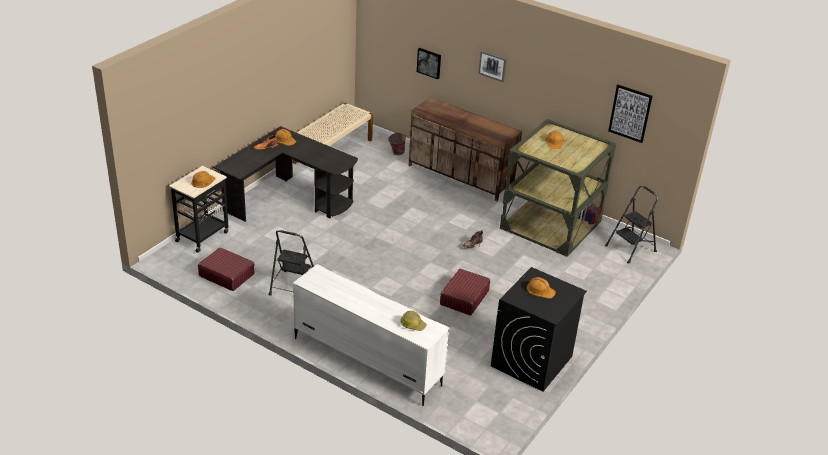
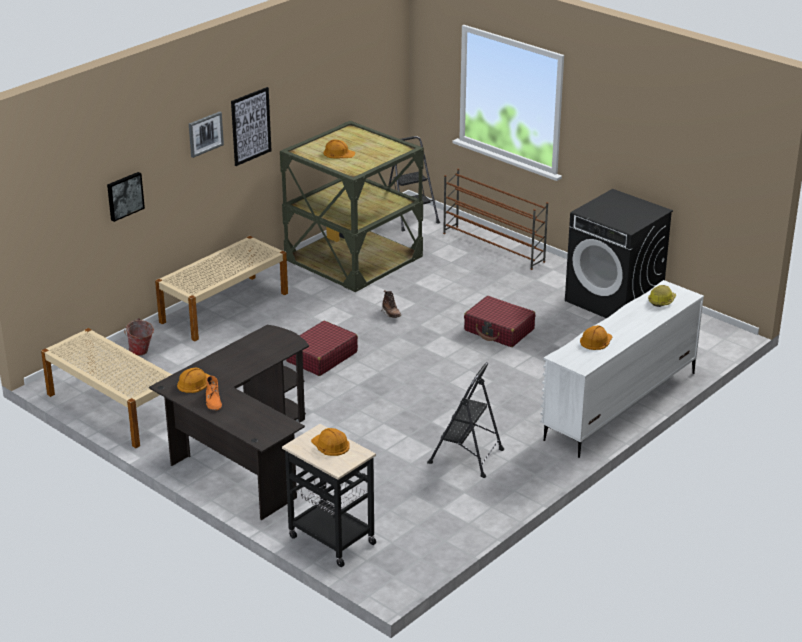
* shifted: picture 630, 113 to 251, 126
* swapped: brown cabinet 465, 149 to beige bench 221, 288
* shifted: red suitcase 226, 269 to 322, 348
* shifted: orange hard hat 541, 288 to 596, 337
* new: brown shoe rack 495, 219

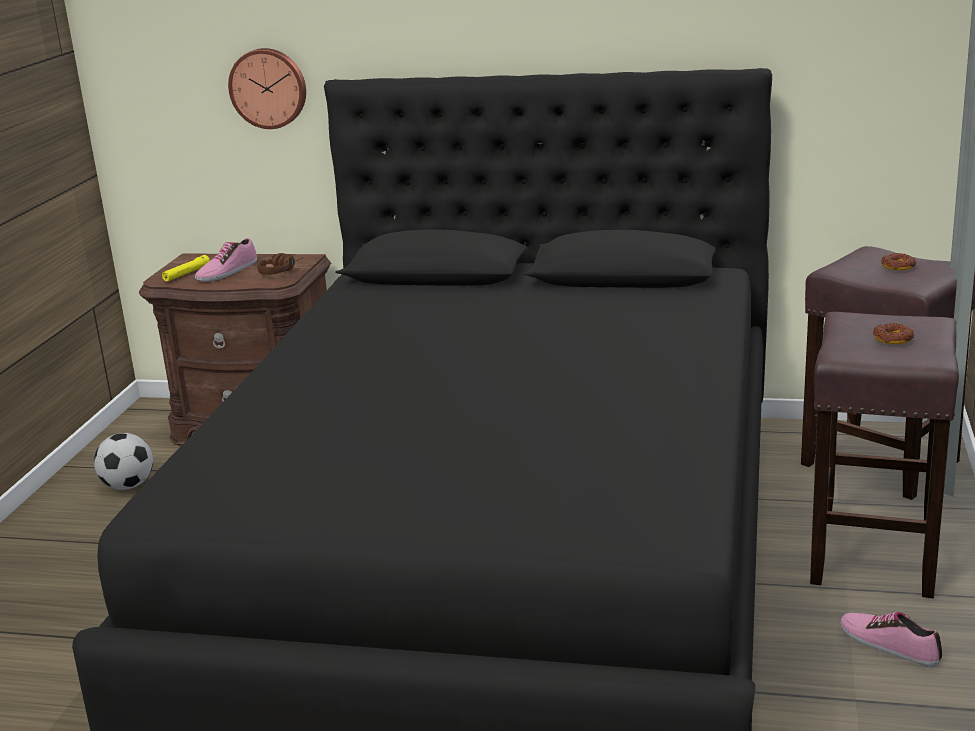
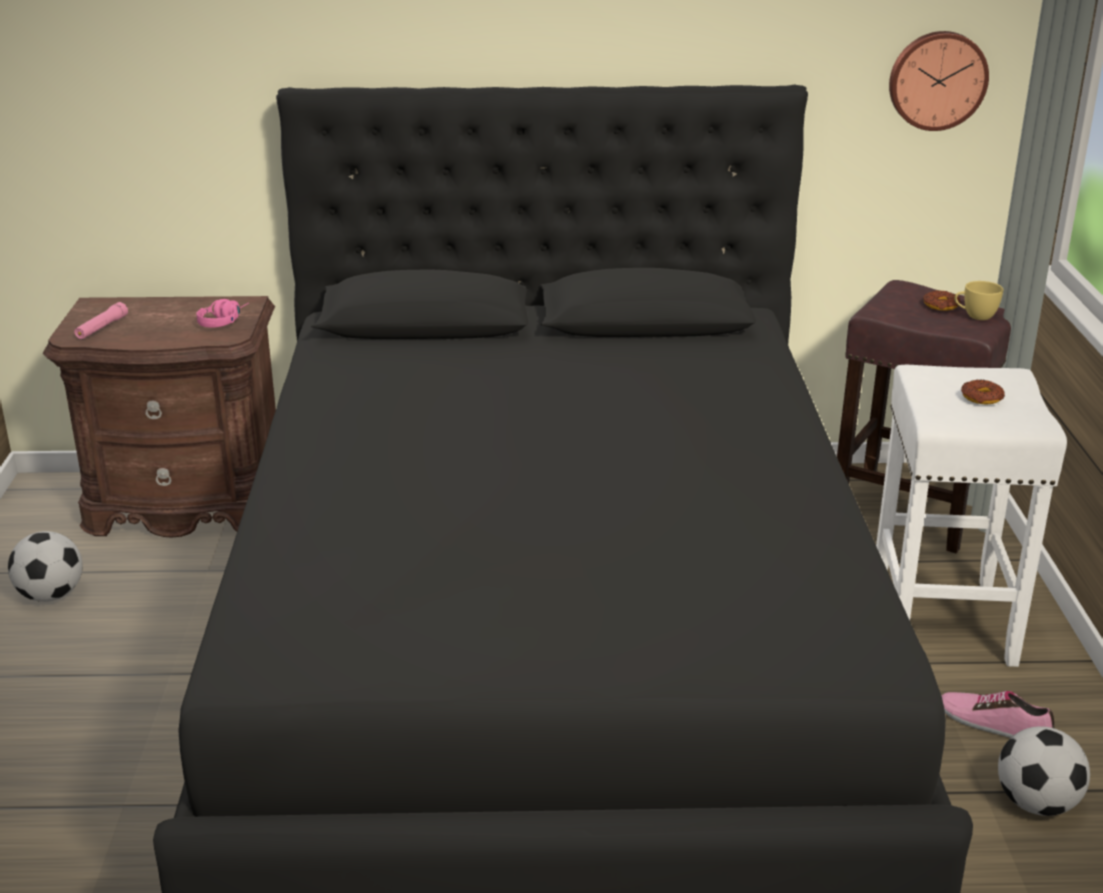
* shifted: wall clock 267, 88 to 939, 81
* gone: shoe 226, 260
* repainted: brown headphones 280, 264 to pink headphones 222, 313
* repainted: yellow flashlight 186, 268 to pink flashlight 101, 320
* repainted: brown stool 884, 455 to white stool 971, 516
* new: yellow cup 978, 300
* new: football 1044, 771

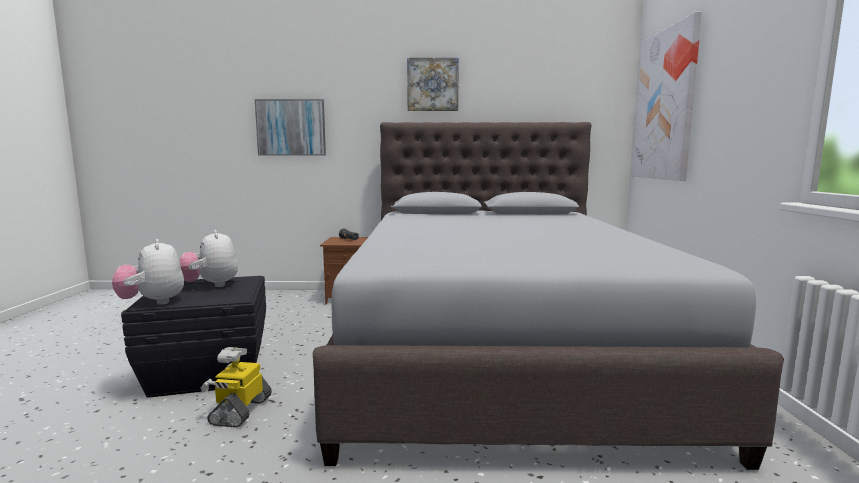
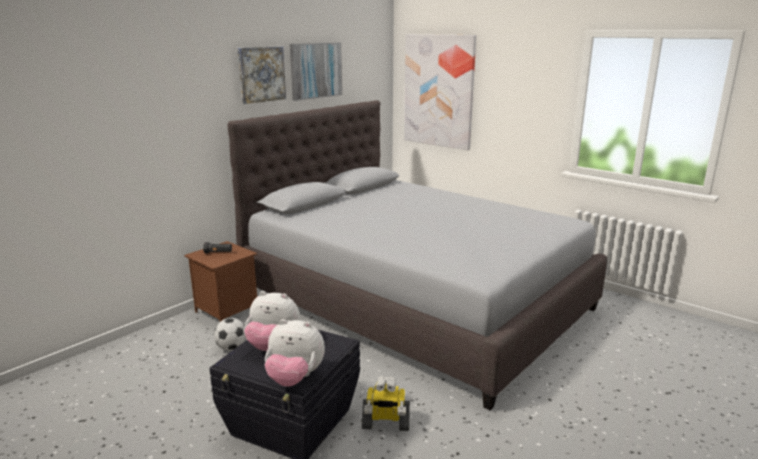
* shifted: picture 290, 127 to 316, 72
* rotated: toy robot 236, 387 = 386, 403 45 degrees counterclockwise
* new: football 230, 334

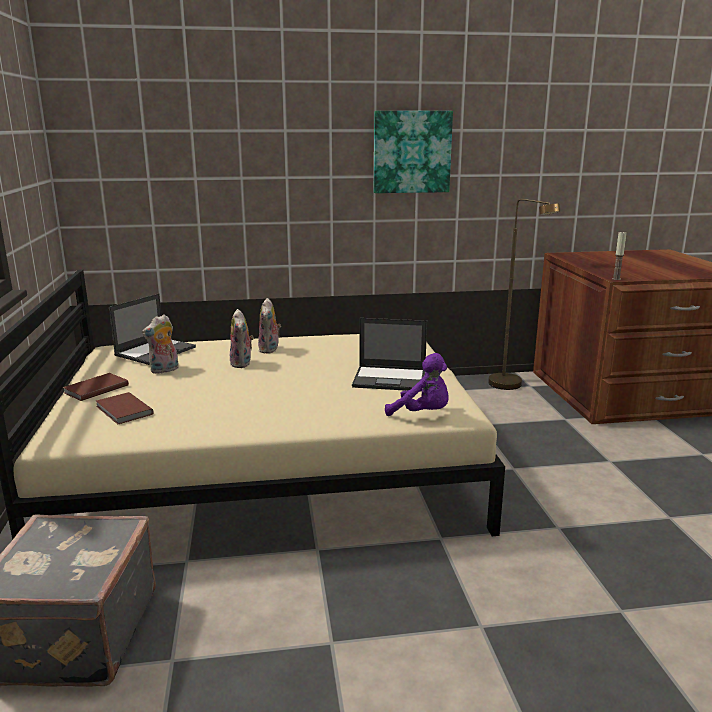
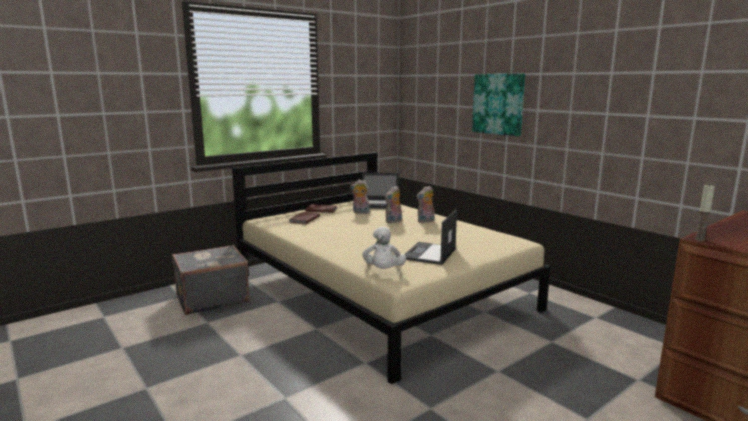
* shifted: picture 413, 152 to 498, 104
* gone: brown floor lamp 524, 294
* rotated: laptop 389, 354 = 430, 237 45 degrees clockwise
* repainted: purple plush toy 417, 384 to white plush toy 384, 248

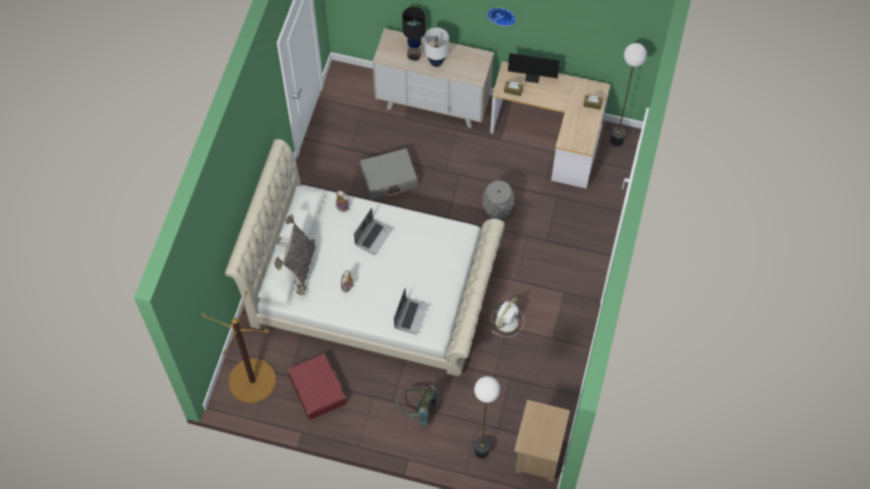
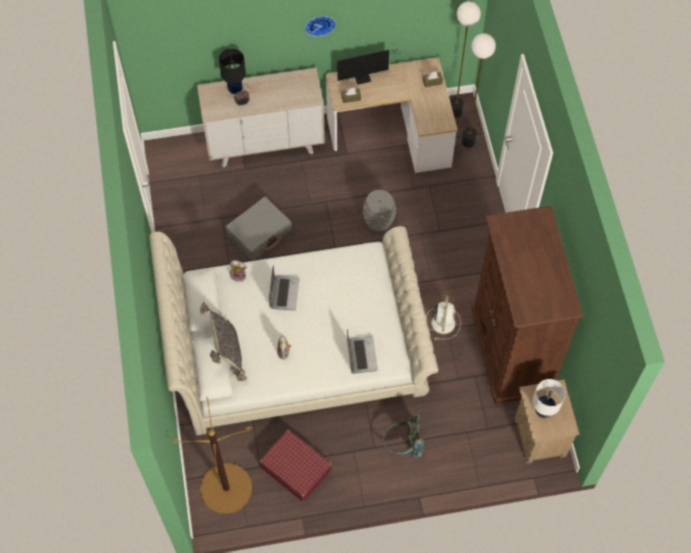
* shifted: white table lamp 436, 47 to 548, 398
* shifted: floor lamp 487, 417 to 478, 90
* new: brown wardrobe 527, 305

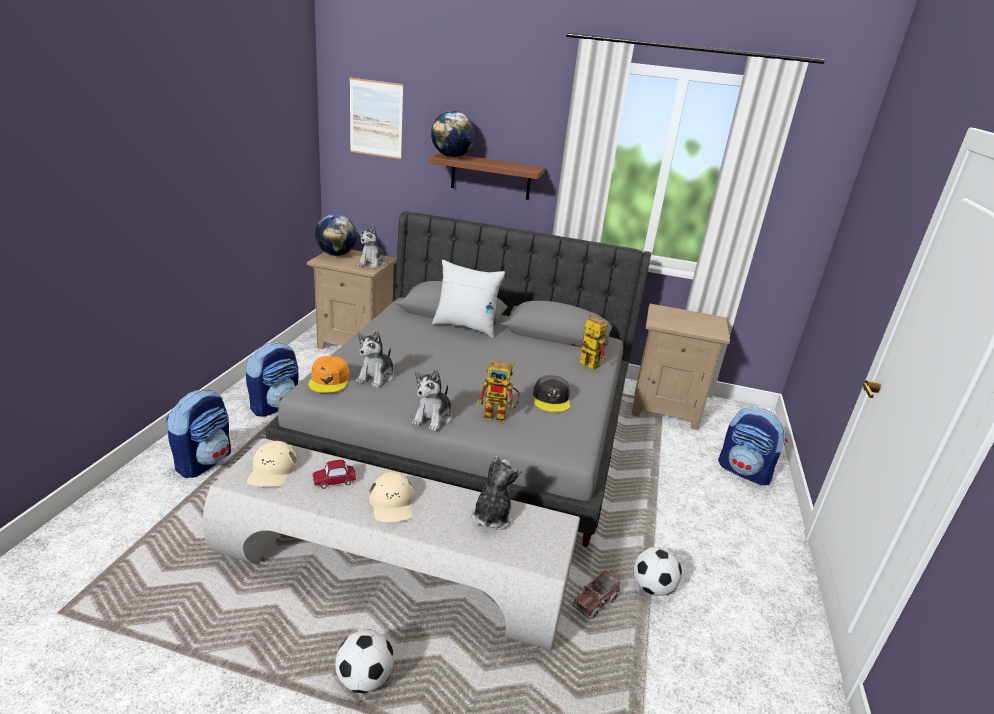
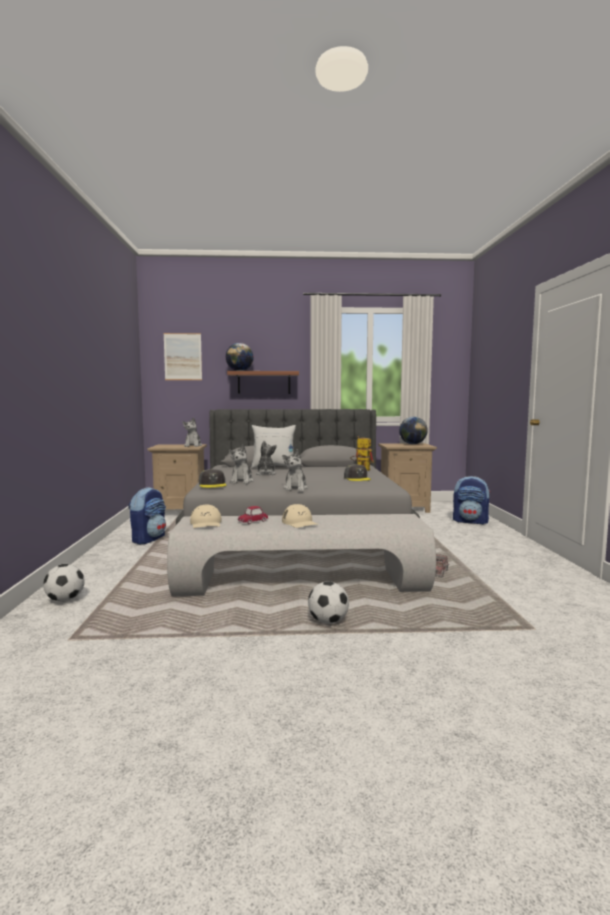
* shifted: globe 336, 235 to 413, 430
* repainted: orange cap 329, 374 to grey cap 212, 478
* gone: toy robot 499, 391
* gone: backpack 198, 433
* shifted: plush toy 496, 493 to 266, 458
* shifted: football 657, 571 to 63, 583

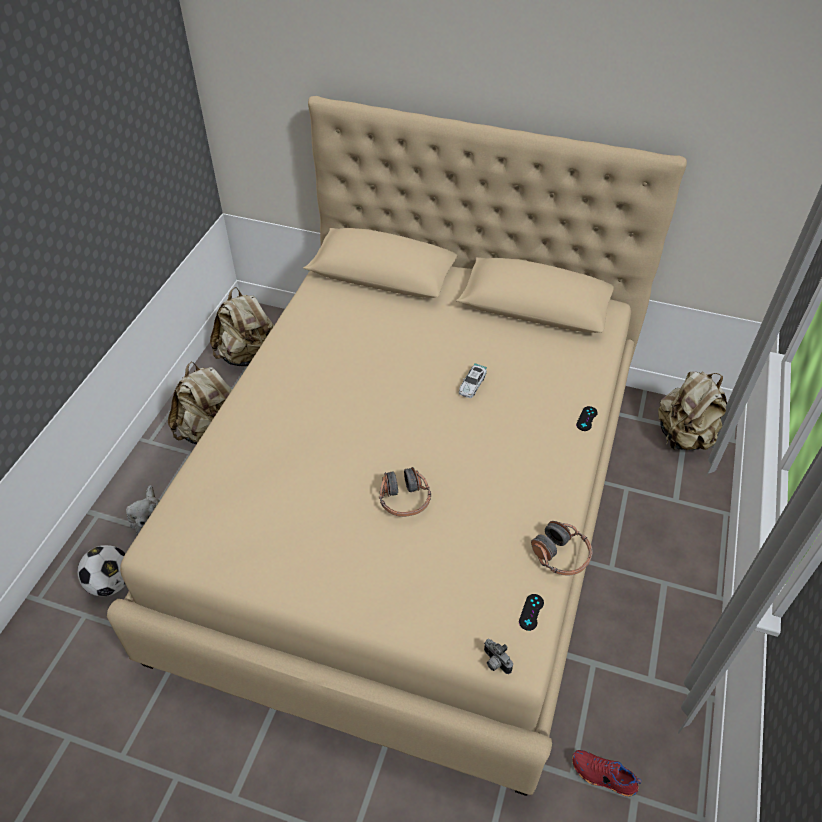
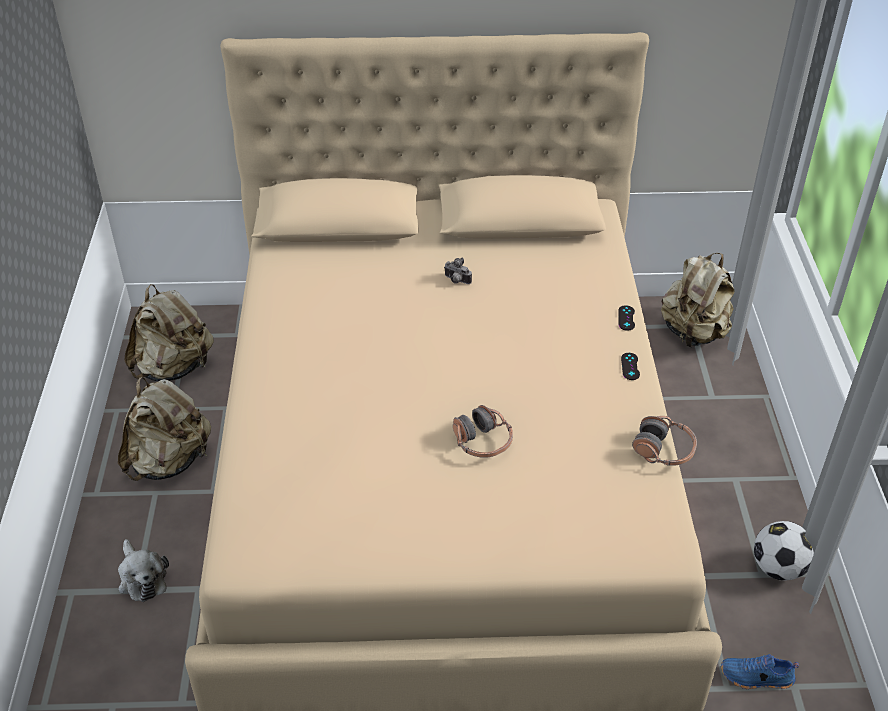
* gone: toy car 473, 380
* shifted: football 101, 570 to 784, 551
* shifted: black game controller 531, 612 to 630, 366
* shifted: photo camera 498, 656 to 458, 271
* repainted: red shoe 607, 773 to blue shoe 760, 671

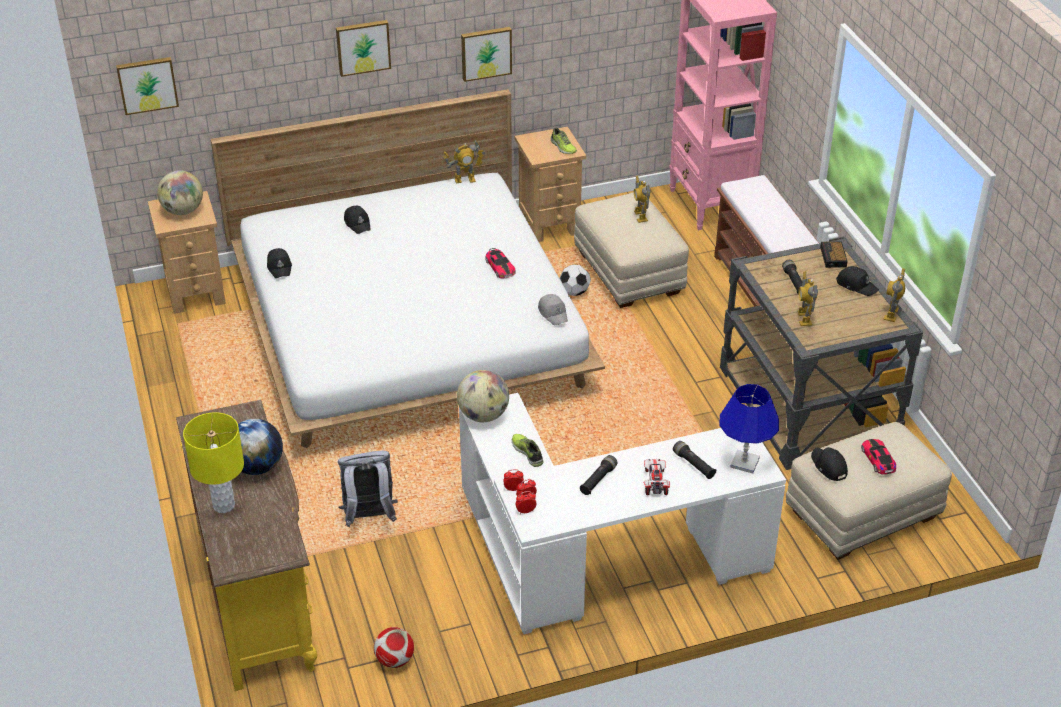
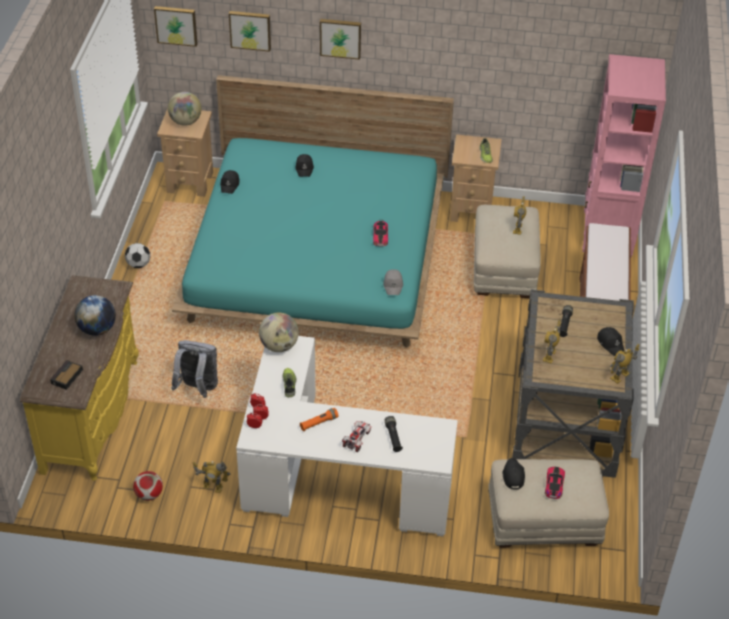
* shifted: picture 486, 54 to 250, 31
* repainted: white bed 408, 268 to turquoise bed 313, 211
* shifted: toy robot 464, 161 to 211, 477
* shifted: alarm clock 834, 254 to 66, 375
* shifted: football 575, 280 to 137, 255
* gone: blue table lamp 749, 428
* gone: yellow table lamp 213, 462
* repainted: black flashlight 599, 475 to orange flashlight 319, 419

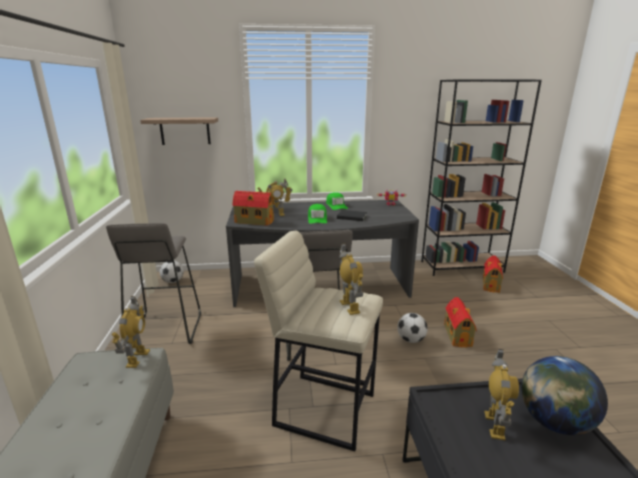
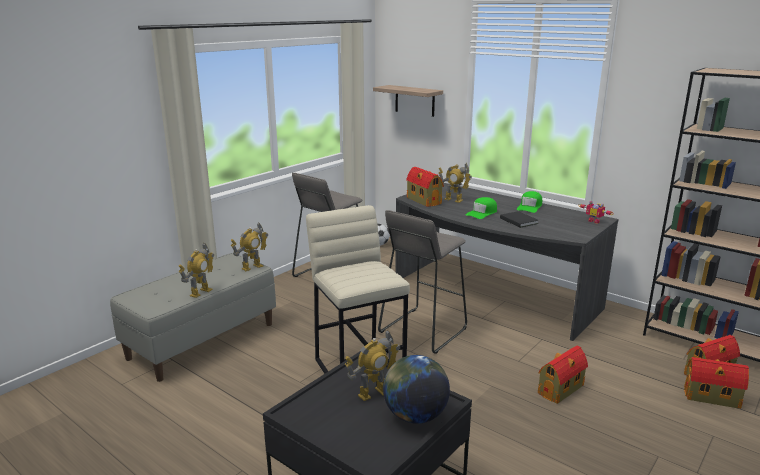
* shifted: toy robot 351, 279 to 196, 270
* gone: football 412, 328
* new: toy house 716, 383

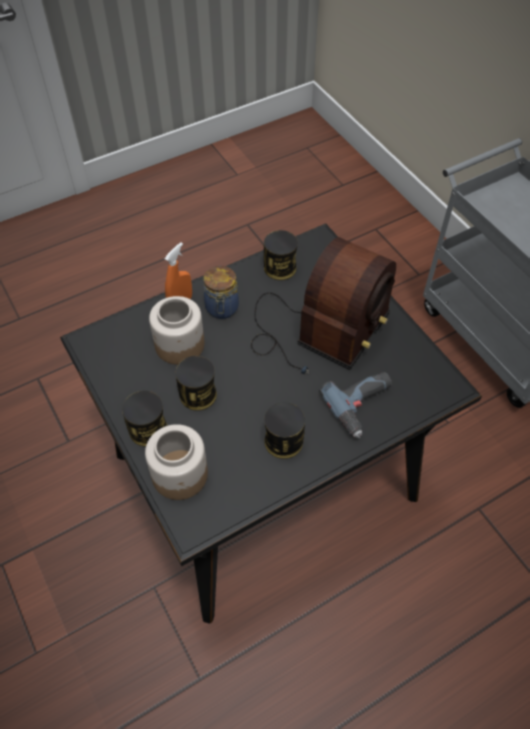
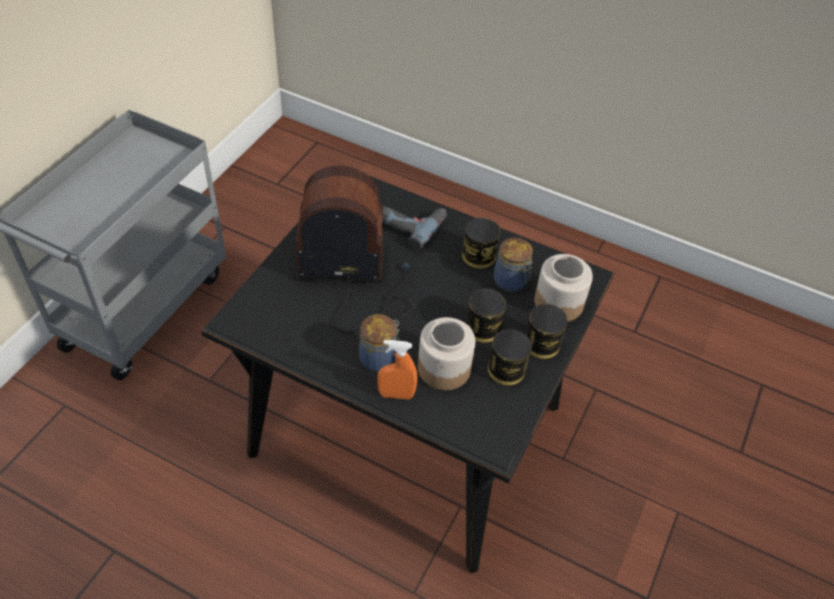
* shifted: can 281, 255 to 510, 357
* new: jar 513, 265

